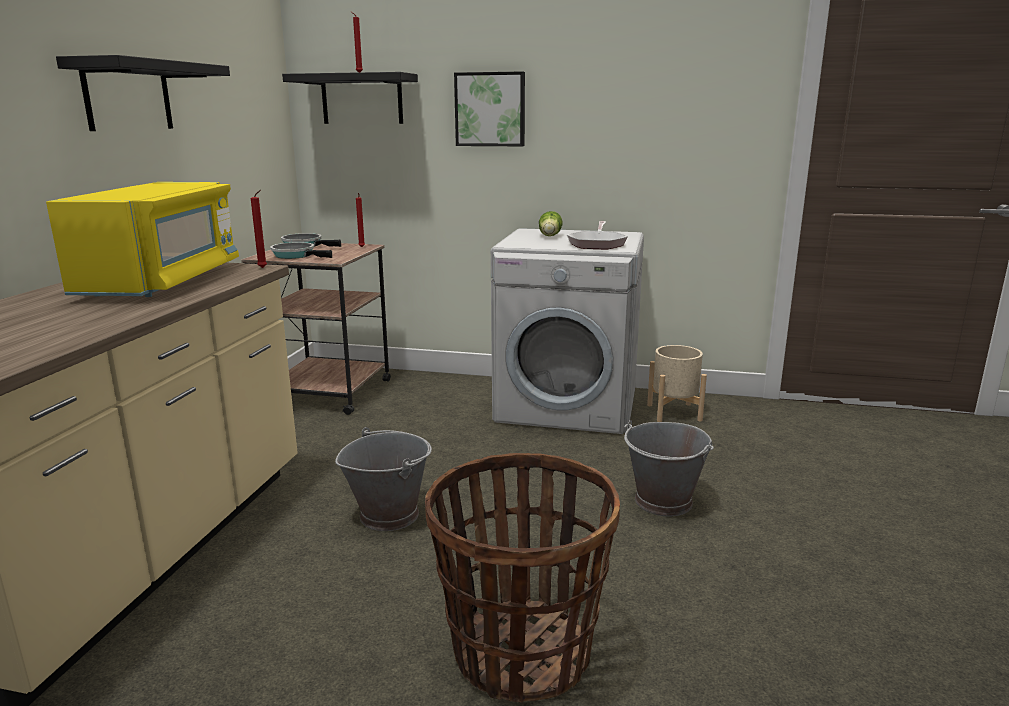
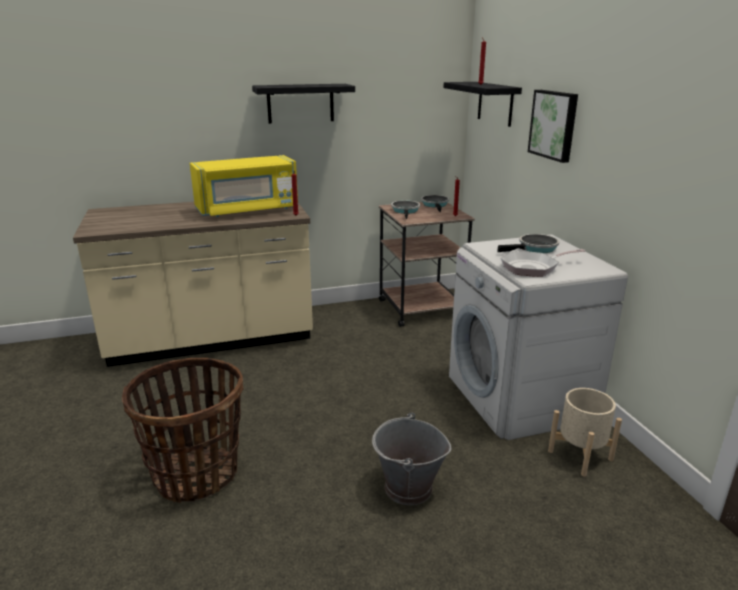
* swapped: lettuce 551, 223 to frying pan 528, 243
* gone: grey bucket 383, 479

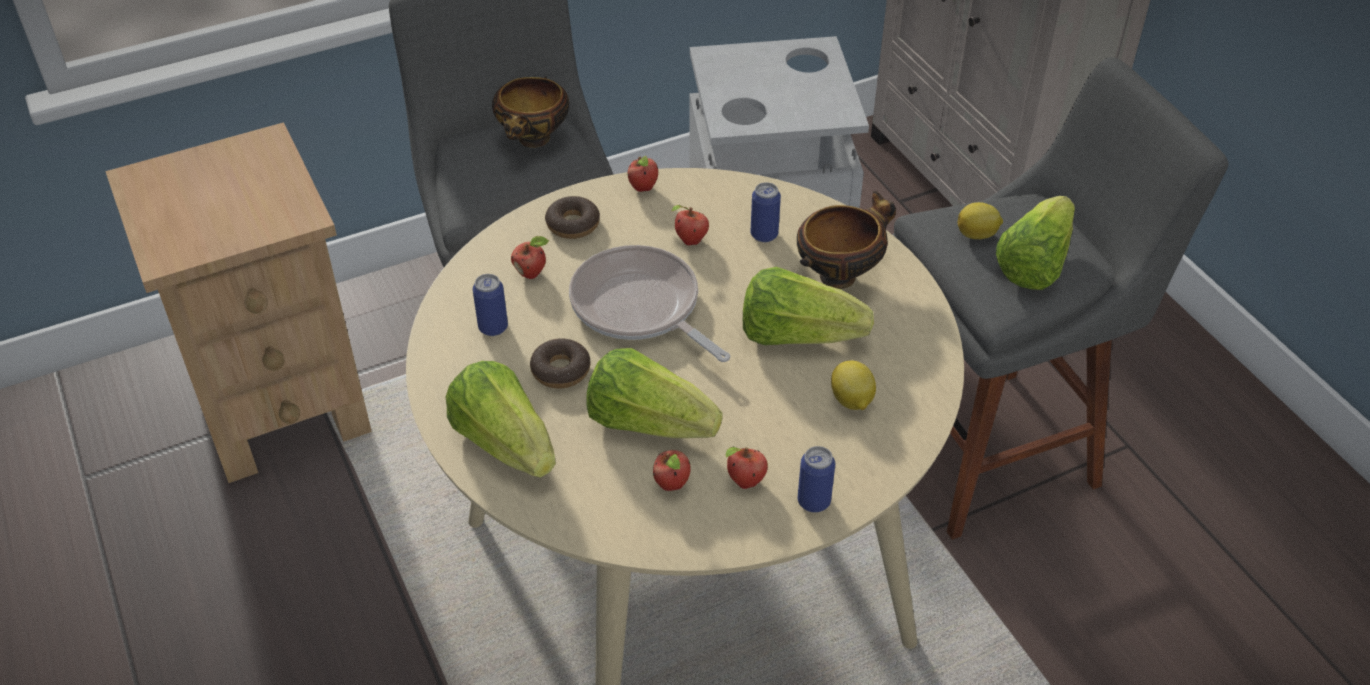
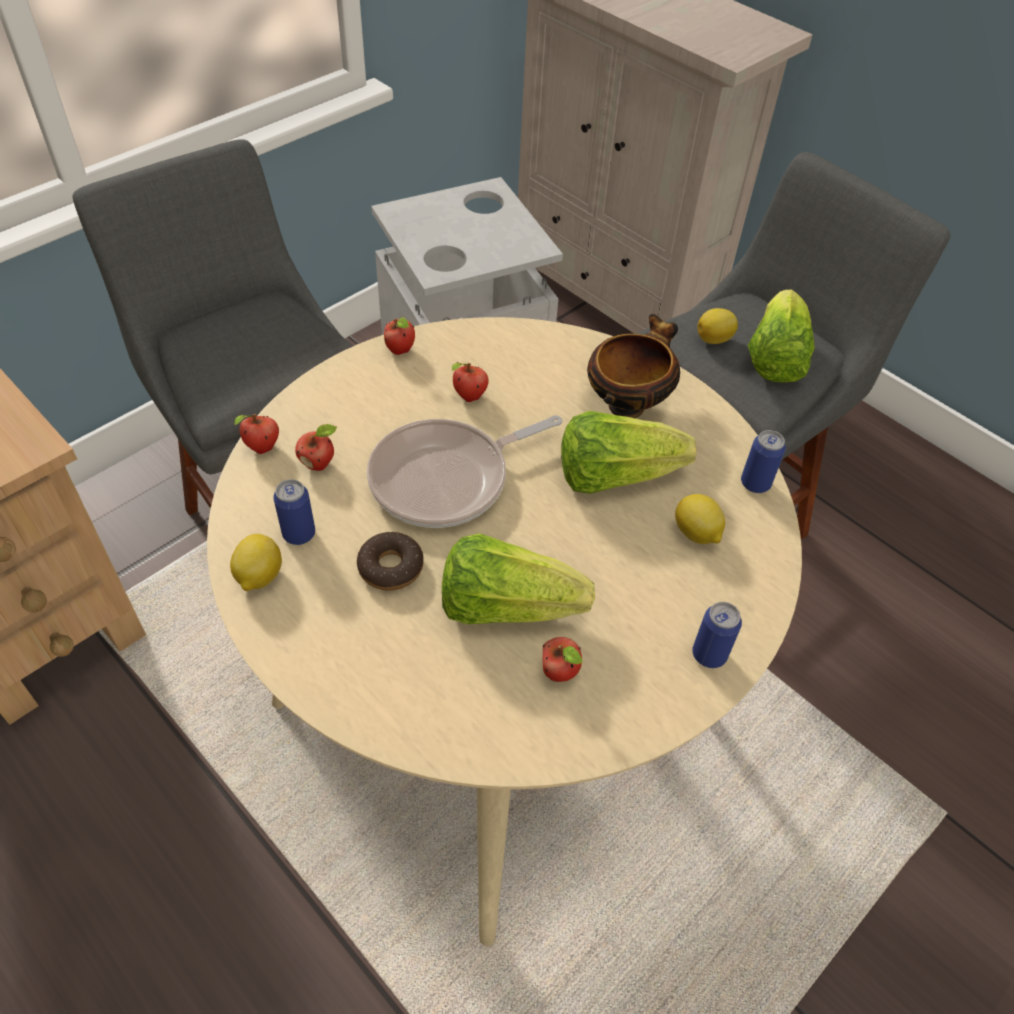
* gone: bowl 530, 112
* shifted: can 766, 212 to 763, 461
* gone: donut 572, 217
* rotated: frying pan 649, 303 = 464, 471 60 degrees counterclockwise
* gone: lettuce 501, 419
* shifted: apple 746, 468 to 257, 434
* new: lemon 256, 562

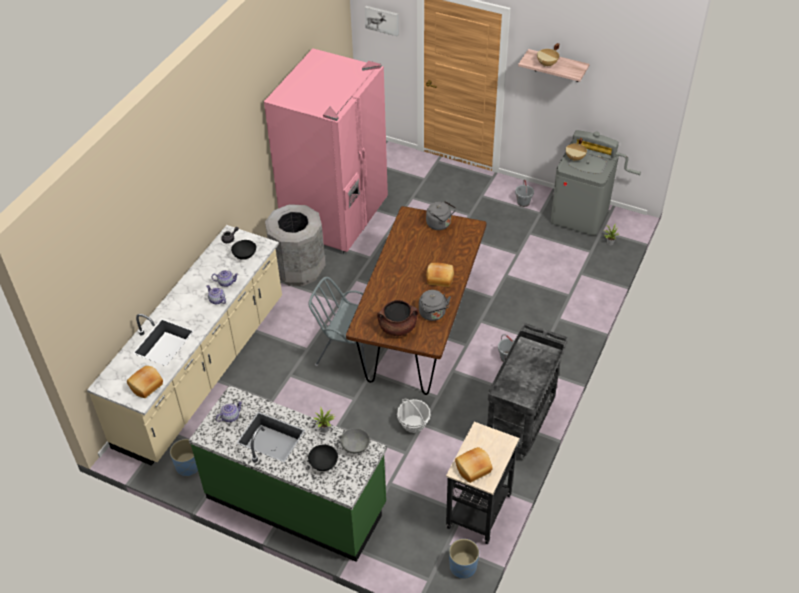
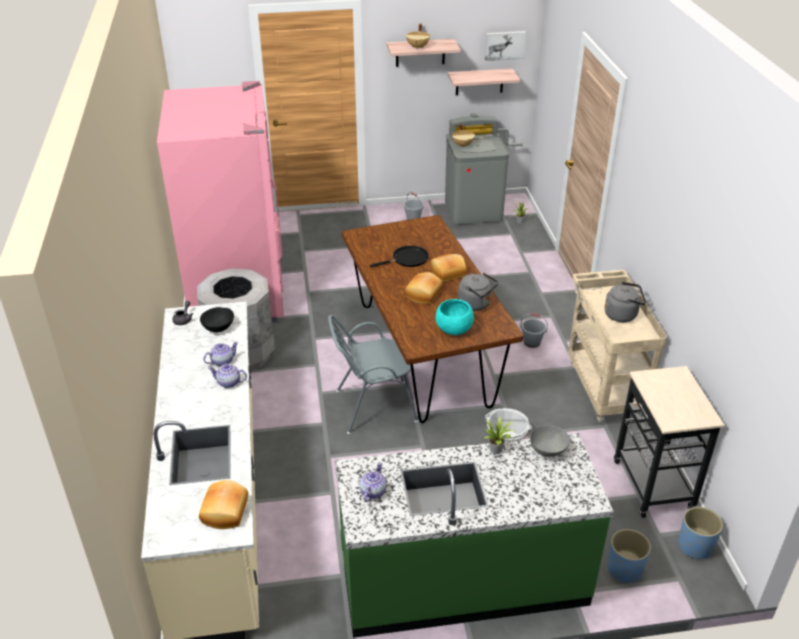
* shifted: picture 382, 21 to 505, 46
* shifted: grey kettle 441, 215 to 625, 302
* swapped: brown cooking pot 397, 318 to turquoise bowl 455, 317
* repainted: black cart 527, 391 to beige cart 617, 346
* shifted: blue planter 184, 458 to 629, 556
* gone: black bowl 323, 457
* shifted: bread 474, 465 to 424, 288
* new: shelf 483, 81
* new: black frying pan 399, 256

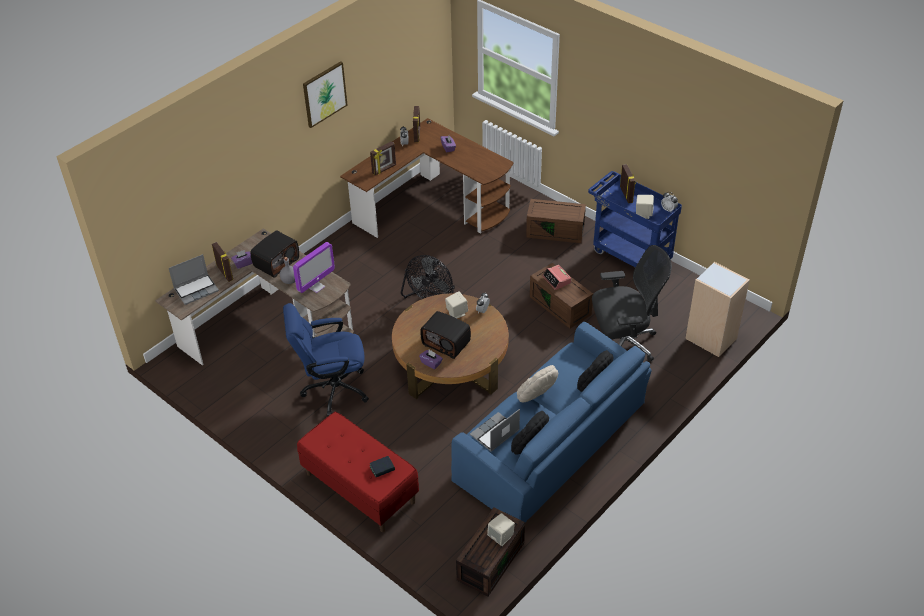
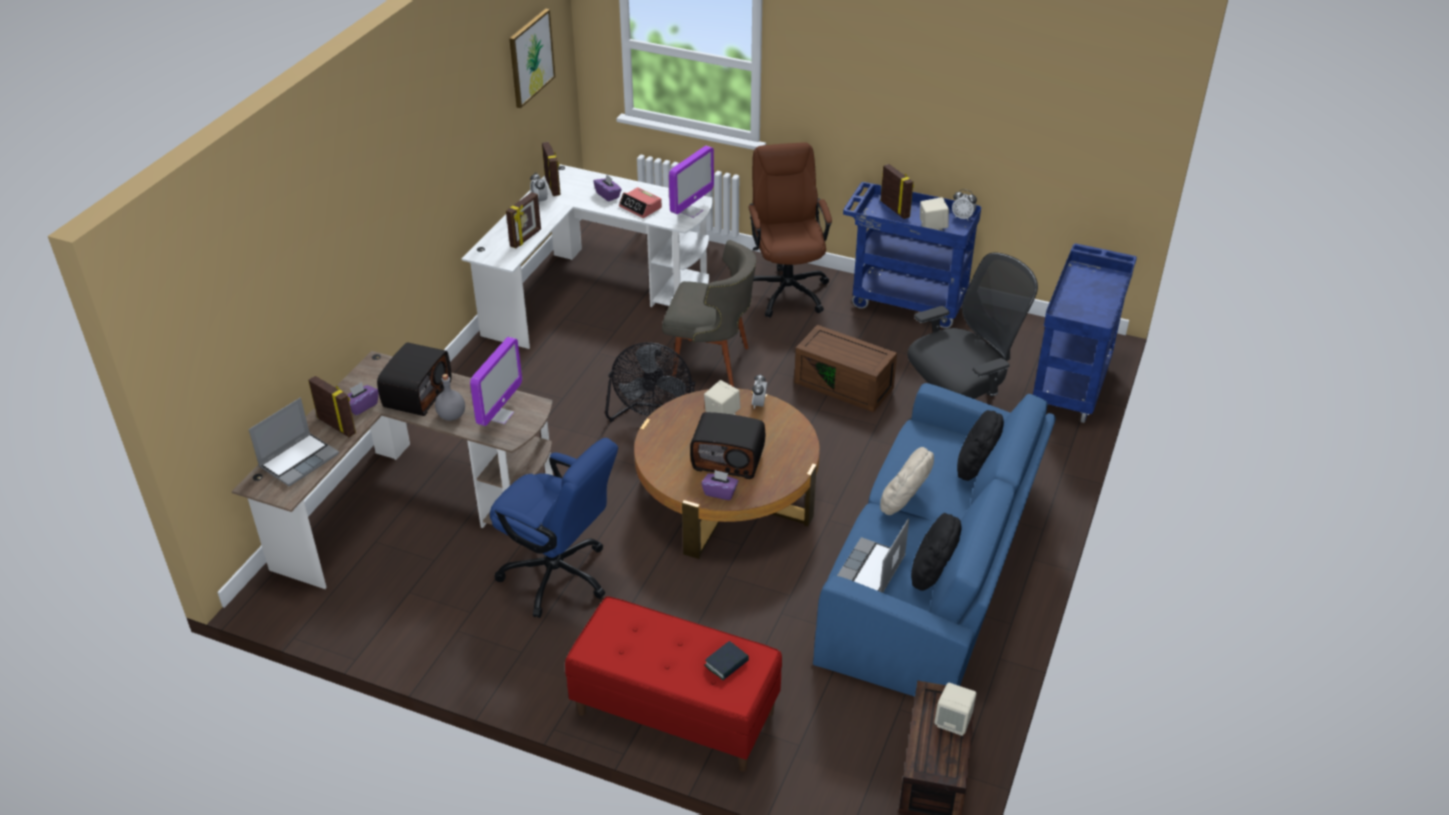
* shifted: picture 325, 94 to 532, 58
* repainted: brown desk 426, 178 to white desk 587, 256
* swapped: brown storage box 556, 221 to brown office chair 790, 230
* swapped: bookcase 717, 309 to blue cart 1085, 333
* shifted: alarm clock 556, 277 to 640, 202
* rotated: blue office chair 326, 360 = 554, 528 120 degrees counterclockwise
* new: monitor 691, 182
* new: grey chair 709, 313

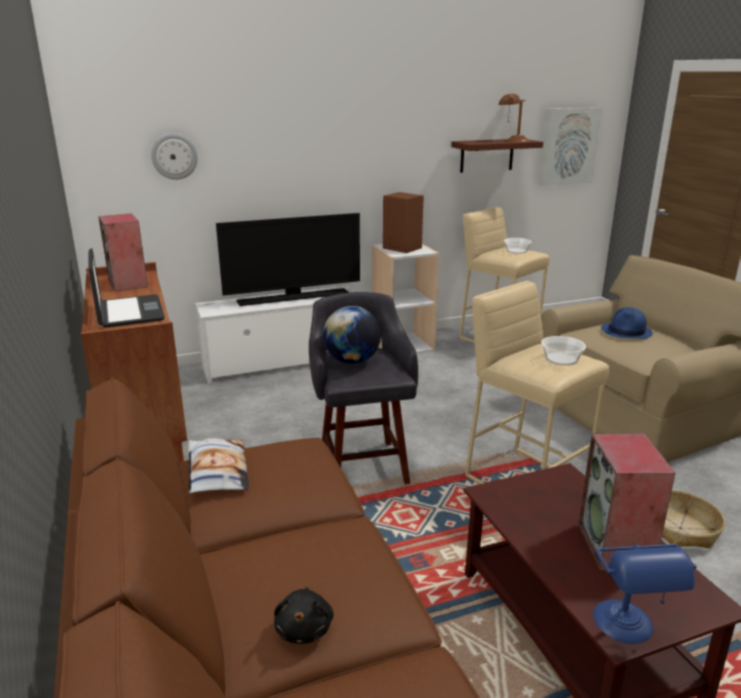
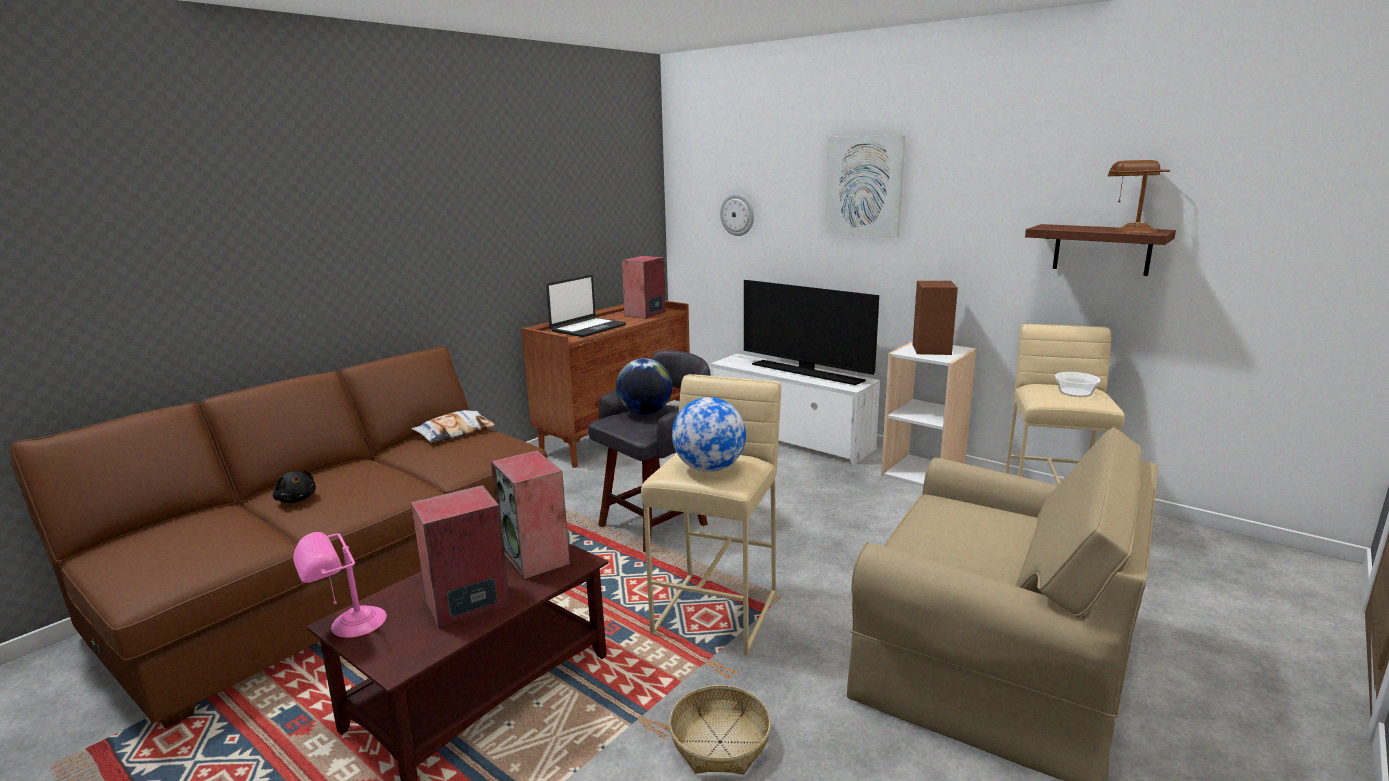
* shifted: picture 570, 146 to 865, 186
* gone: blue hat 627, 323
* swapped: bowl 563, 351 to globe 709, 434
* repainted: blue table lamp 645, 594 to pink table lamp 340, 585
* rotated: black plush toy 304, 615 = 294, 486 105 degrees counterclockwise
* new: speaker 530, 515

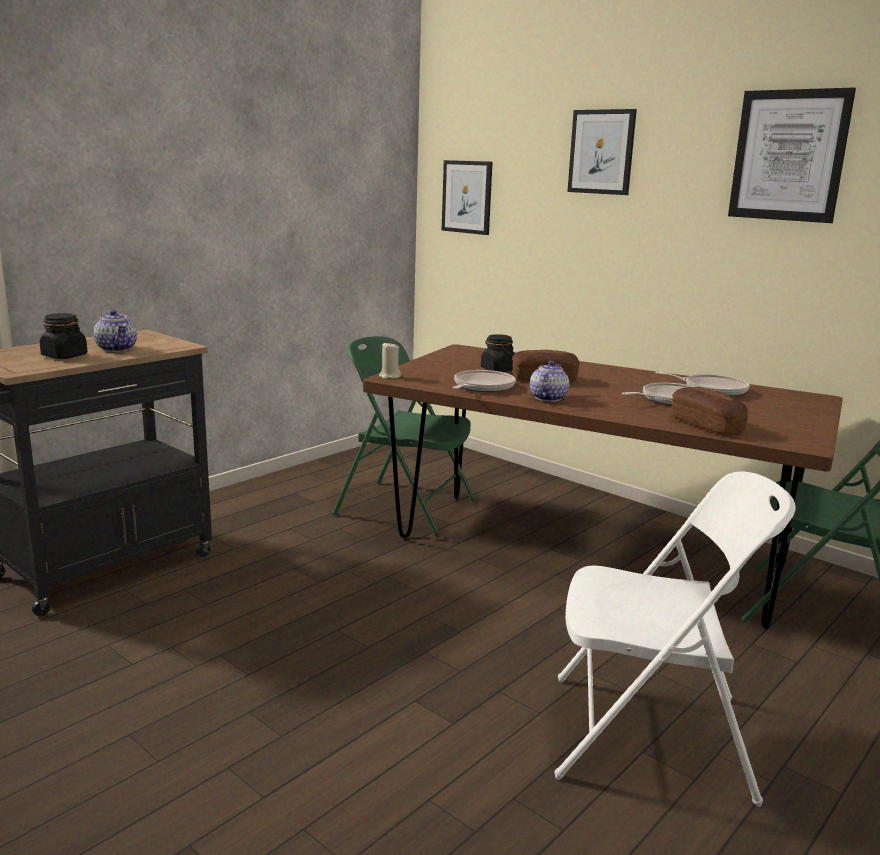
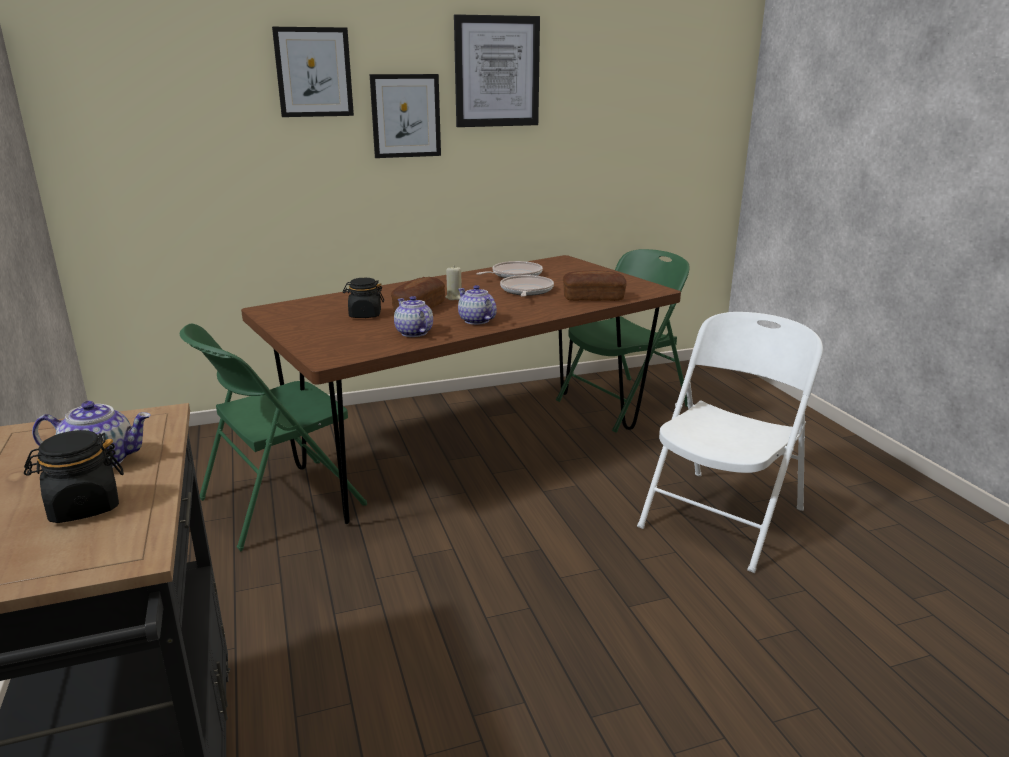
* shifted: picture 467, 197 to 405, 116
* shifted: beige candle 390, 360 to 453, 283
* swapped: frying pan 484, 381 to teapot 413, 316

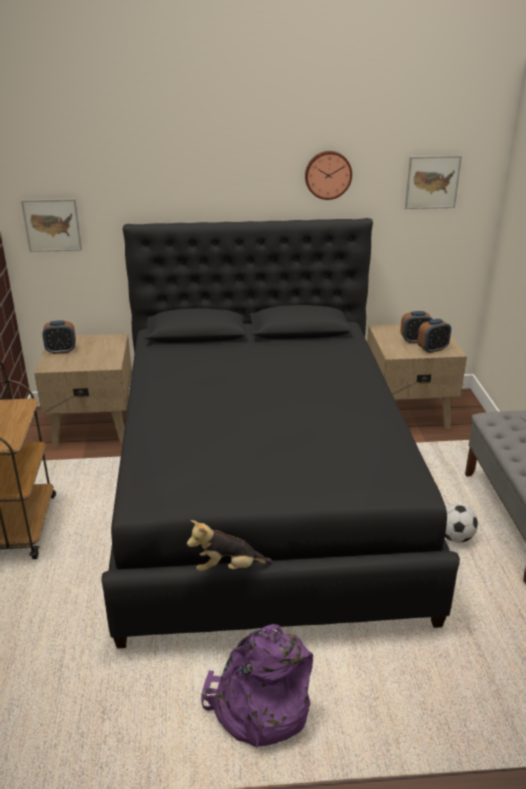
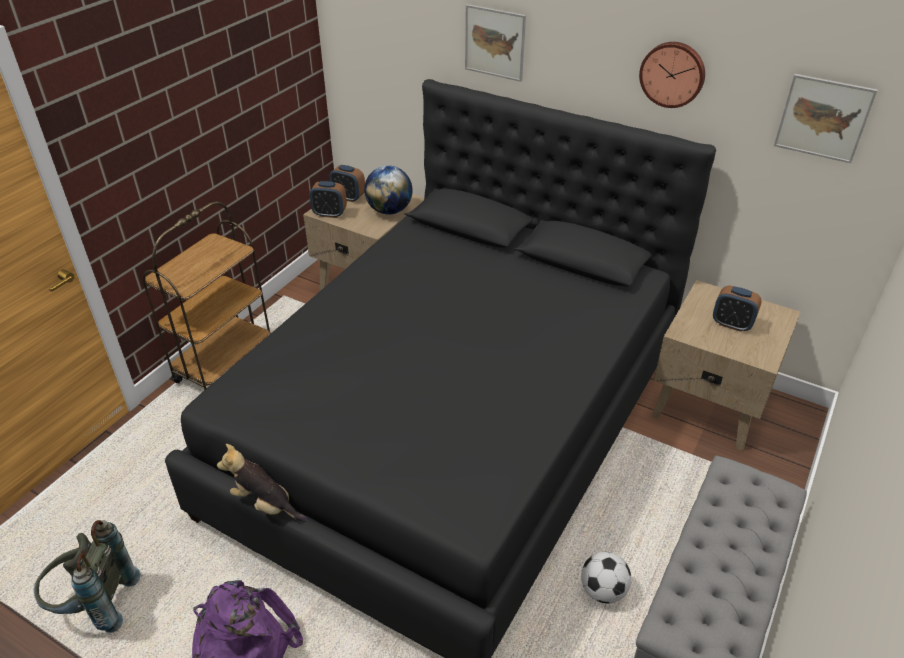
* shifted: picture 51, 225 to 495, 43
* shifted: alarm clock 434, 336 to 328, 199
* new: globe 388, 189
* new: grey backpack 87, 576

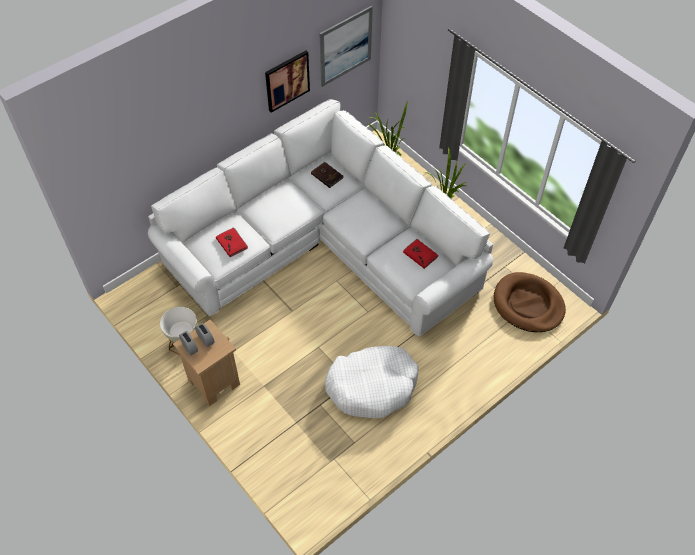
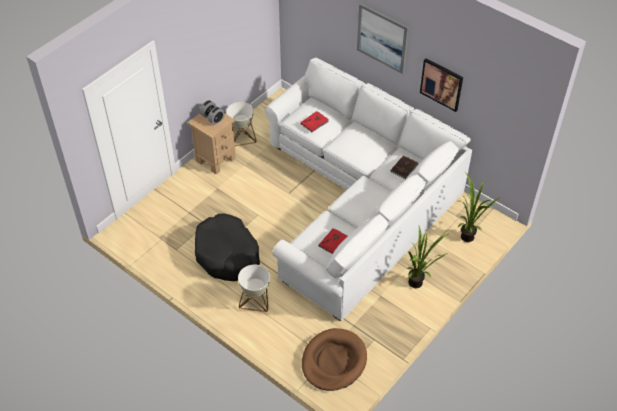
* shifted: picture 346, 46 to 383, 38
* repainted: white dog bed 372, 382 to black dog bed 227, 247
* new: planter 254, 288

